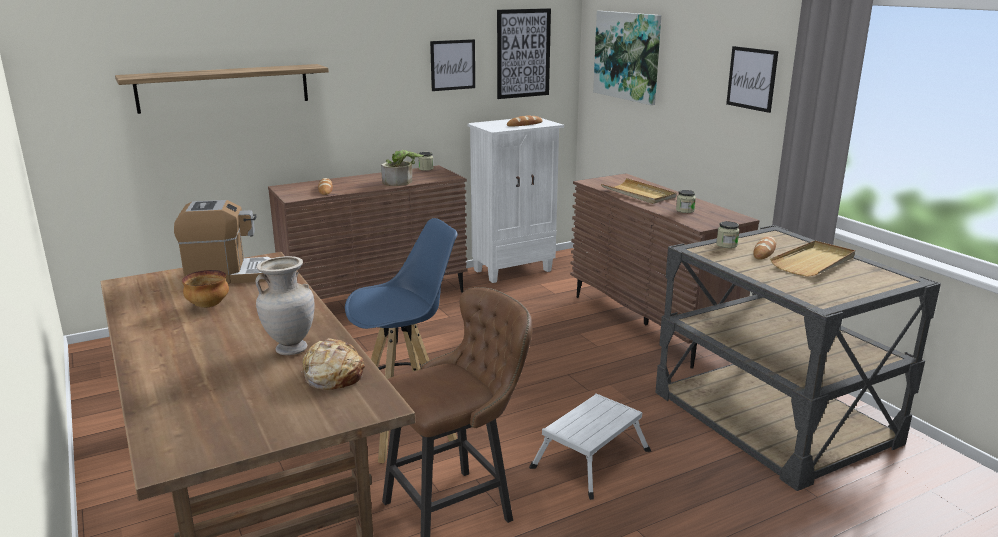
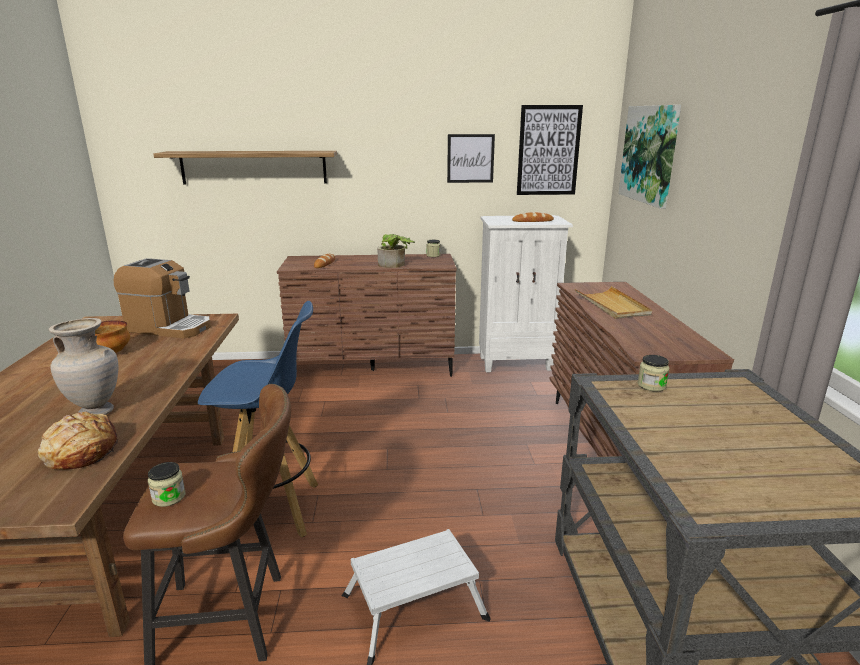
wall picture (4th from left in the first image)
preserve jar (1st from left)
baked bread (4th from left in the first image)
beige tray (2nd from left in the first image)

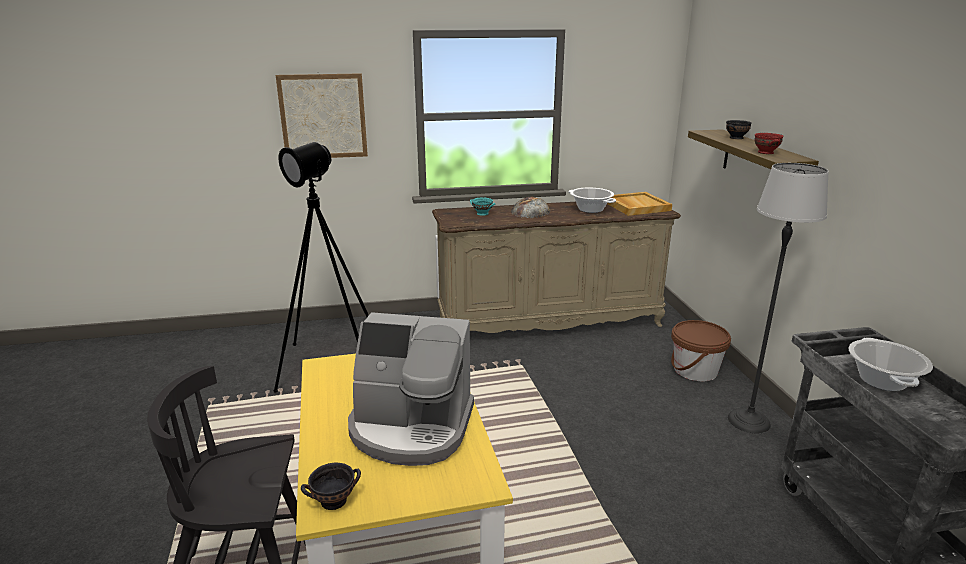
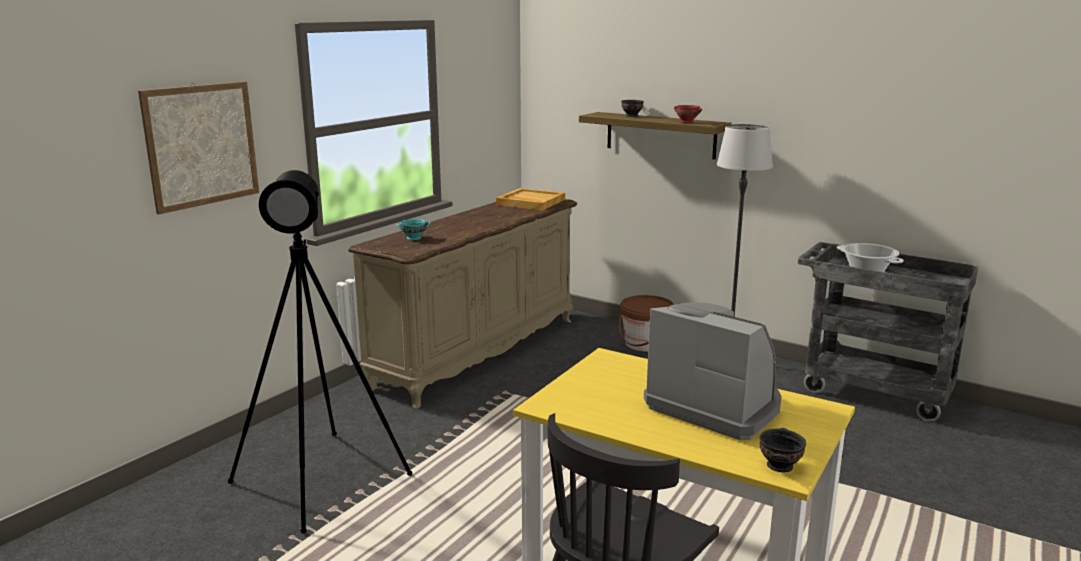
cooking pot (1st from left in the first image)
baked bread
coffee maker

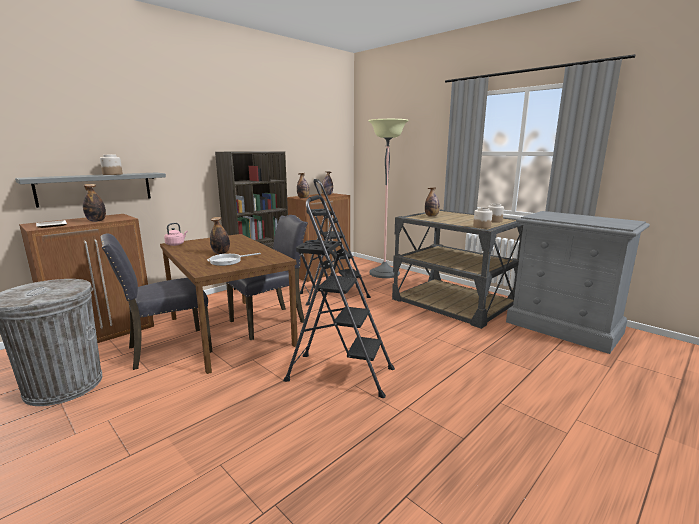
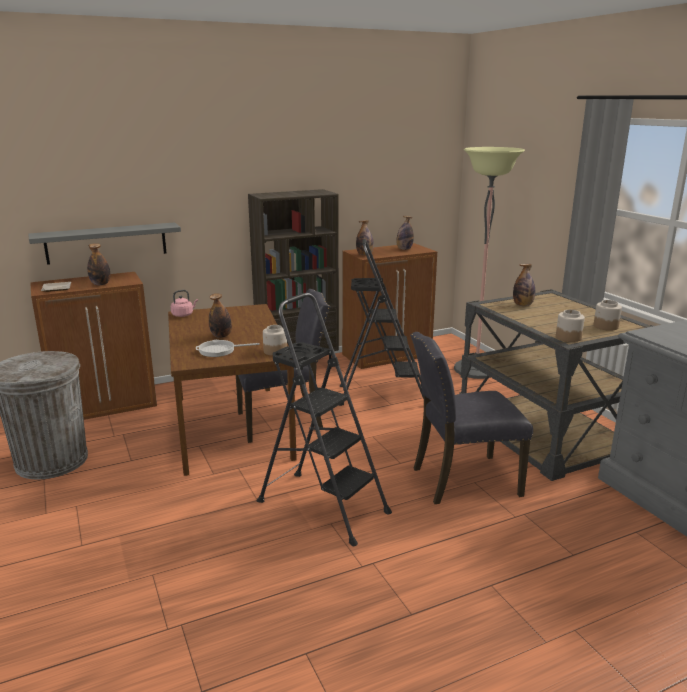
preserve jar (1st from left)
greyish chair (2nd from left)

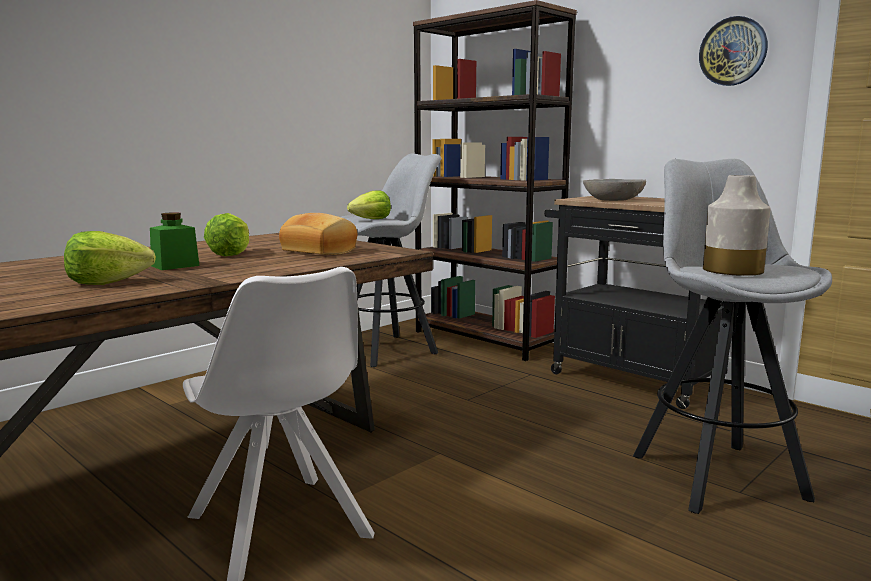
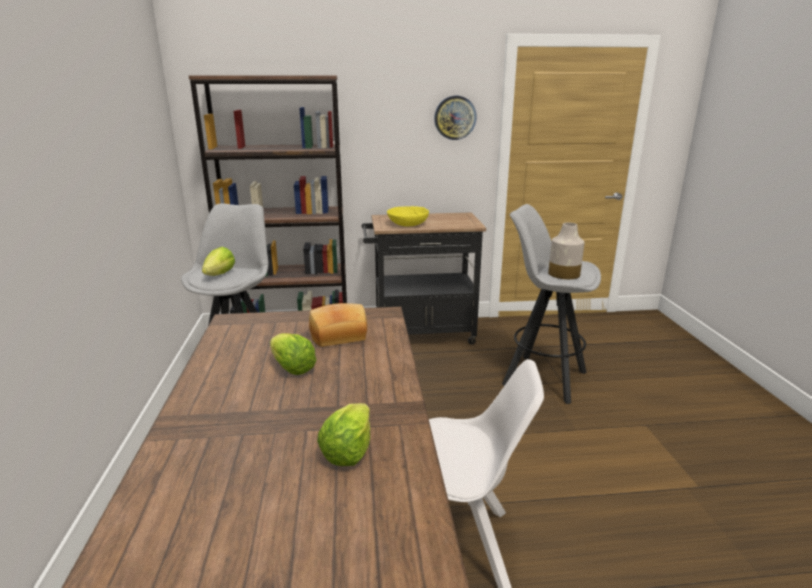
yellow-coloured bowl
green-coloured preserve jar

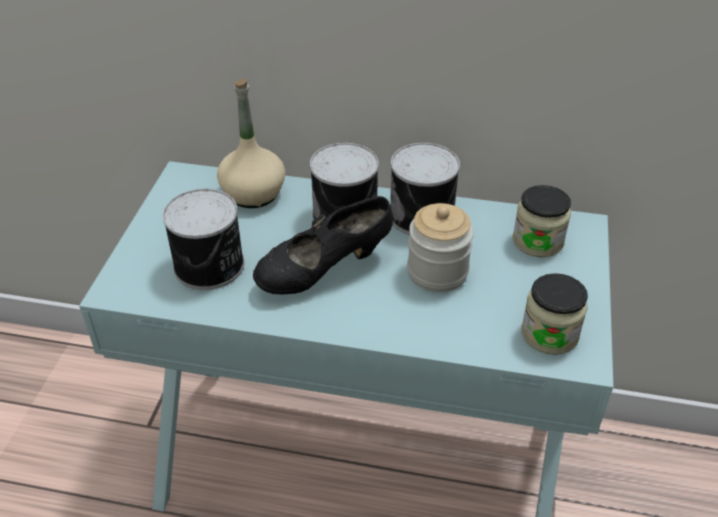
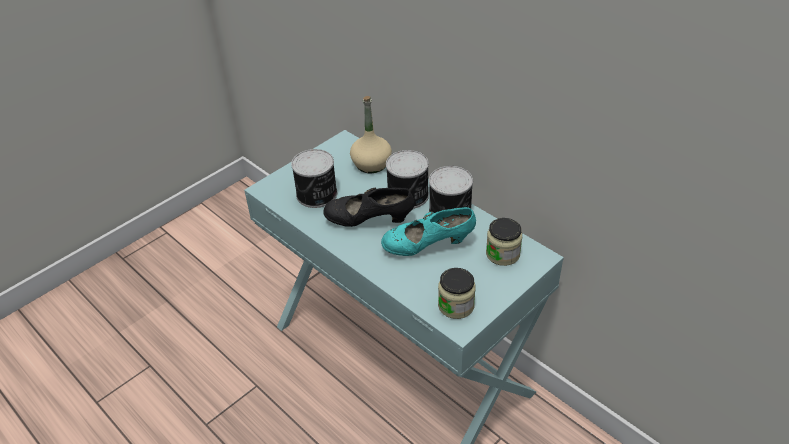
turquoise low shoe

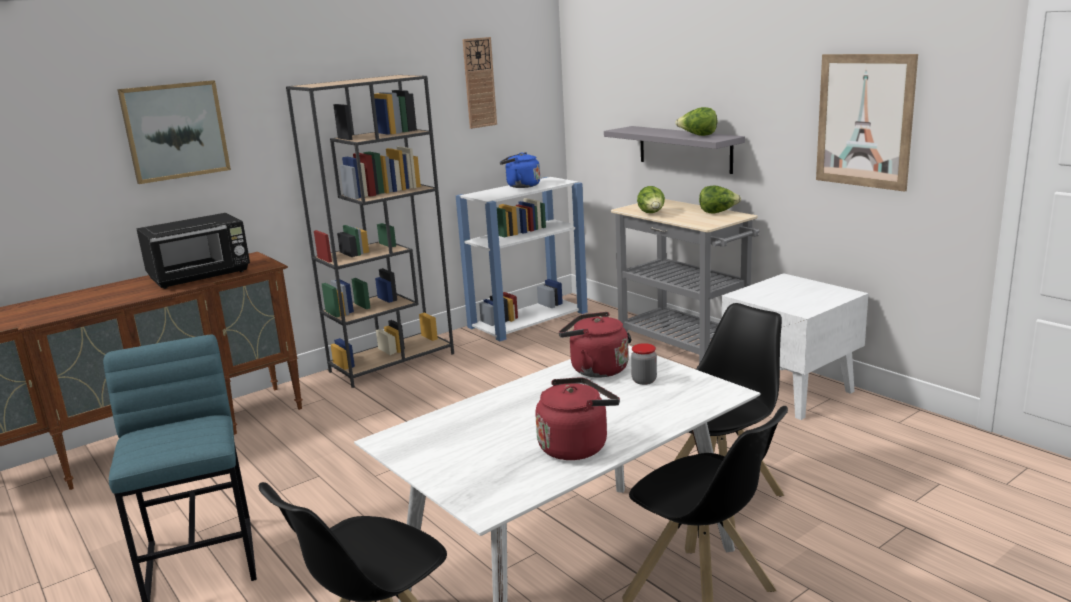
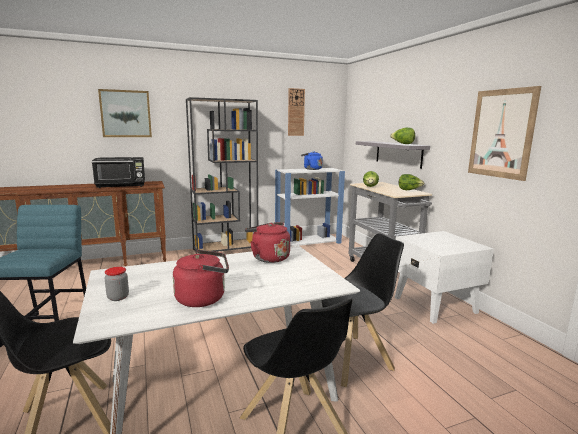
preserve jar

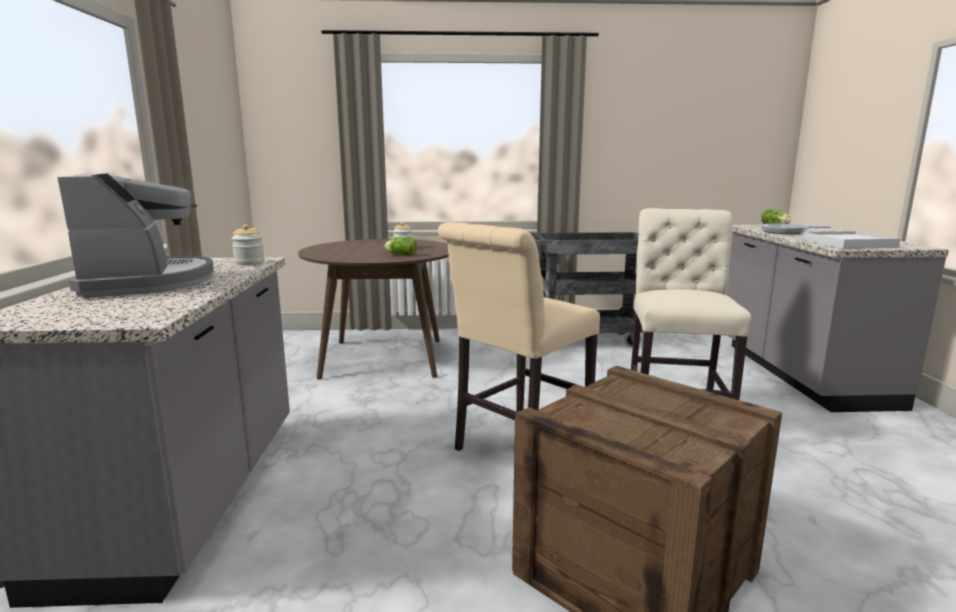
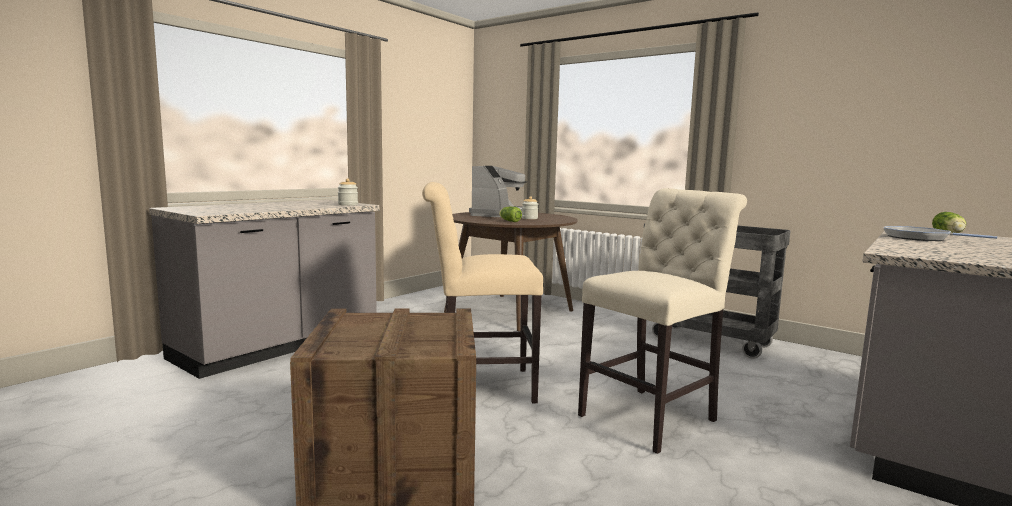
coffee maker
whitish tray

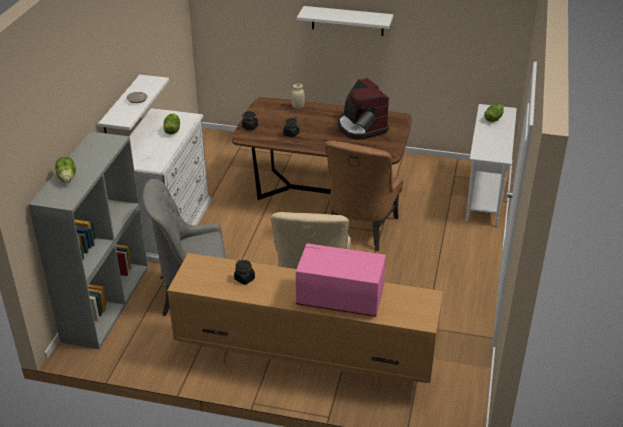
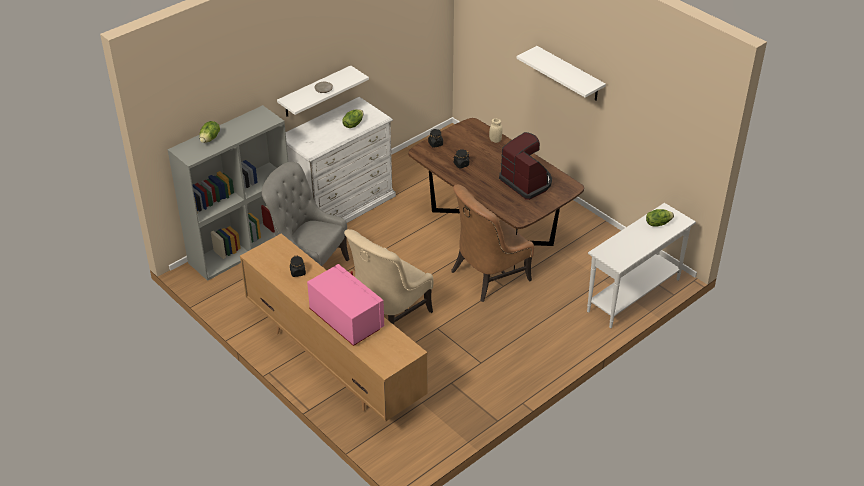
coffee maker

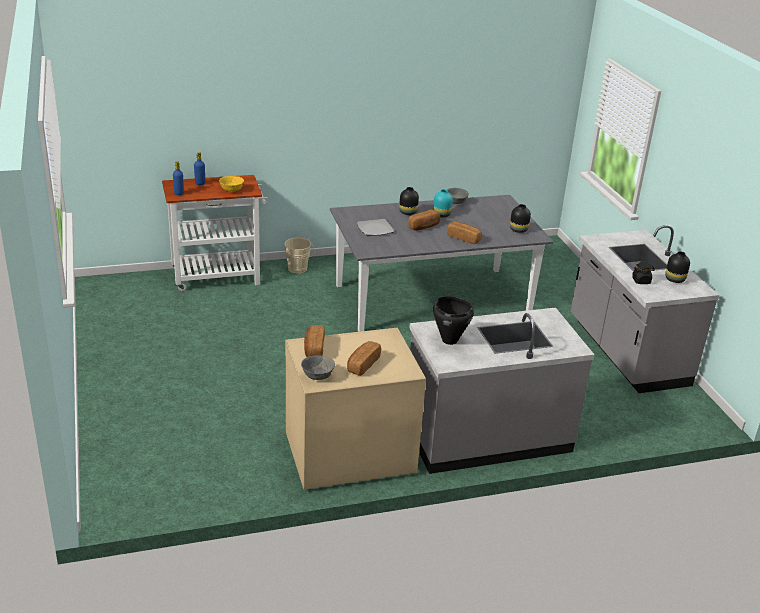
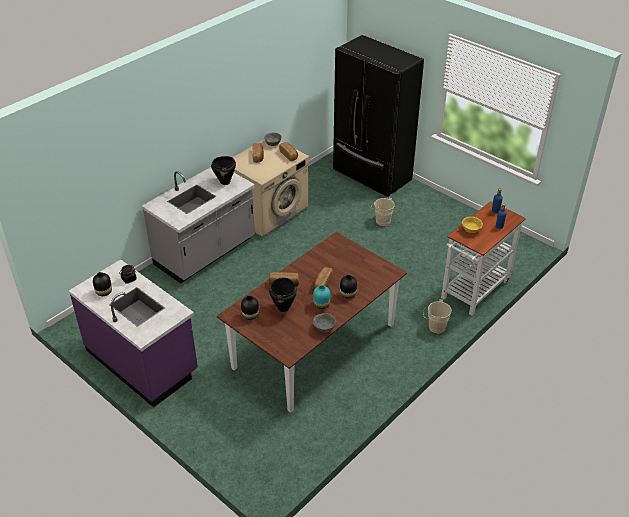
brown-coloured dining table
plate
purplish kitchen base unit
black-coloured fridge
beige pail (1st from left)
black-coloured cooking pot (2nd from left)

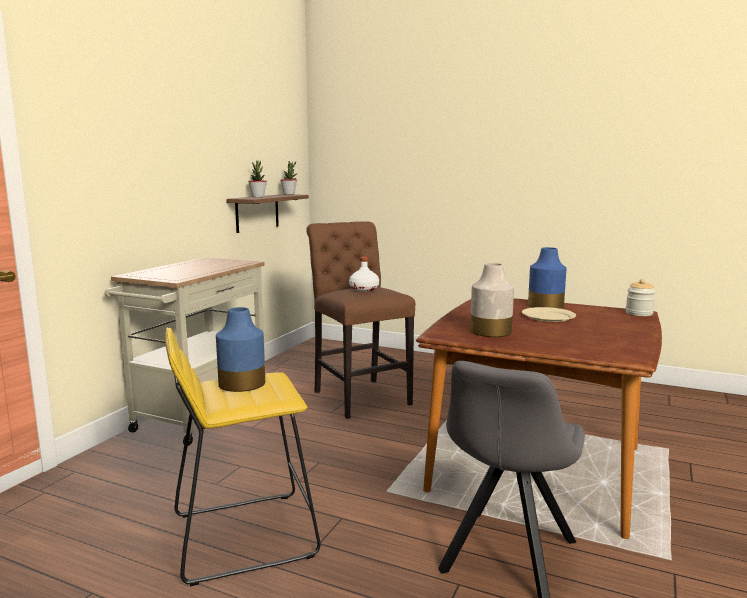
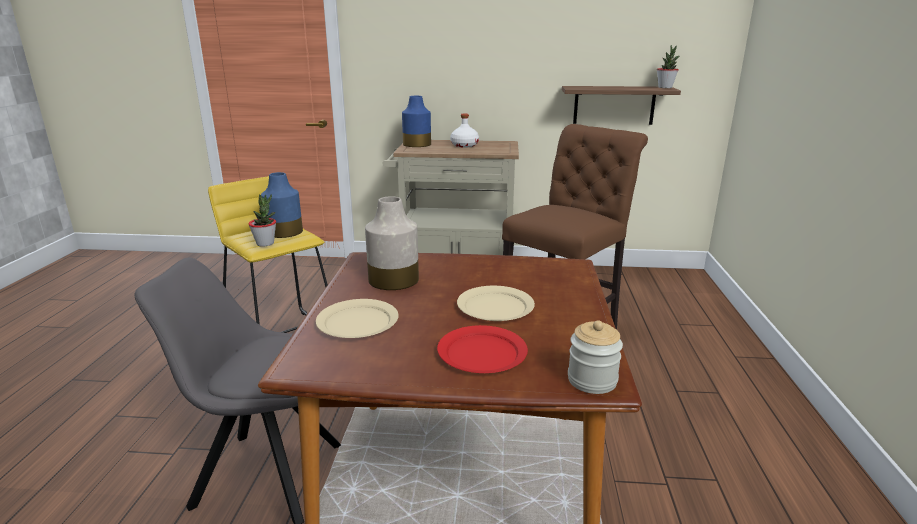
plant in a pot (1st from left)
bluish flower vase (2nd from left)
whitish drink bottle
beige plate (1st from left)
red-coloured plate

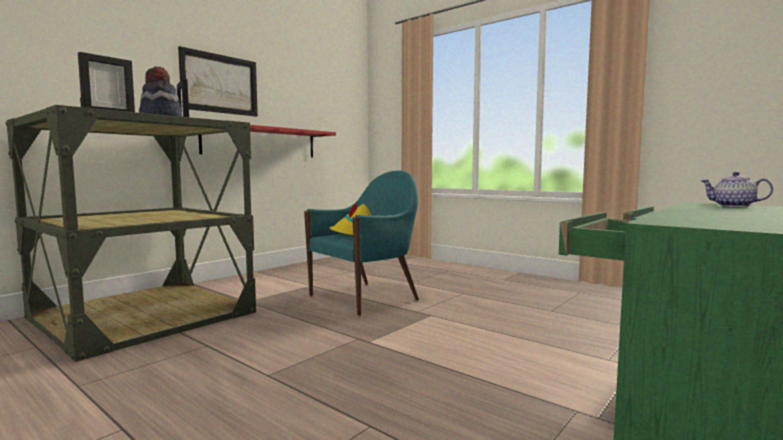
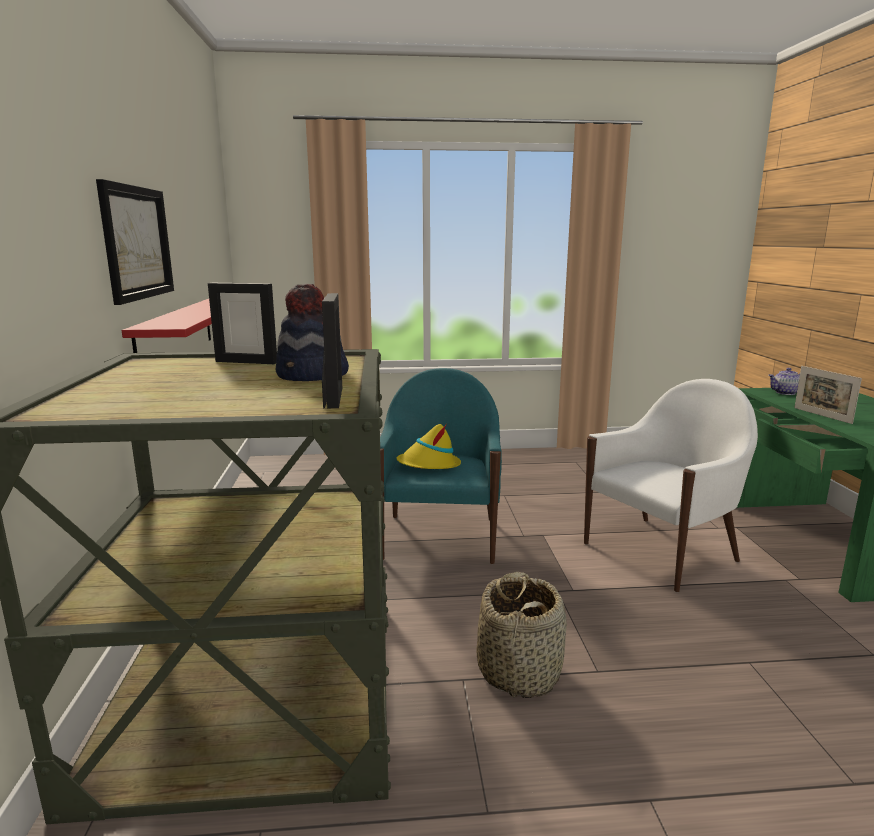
picture frame (3rd from left)
whitish lounge chair
household basket

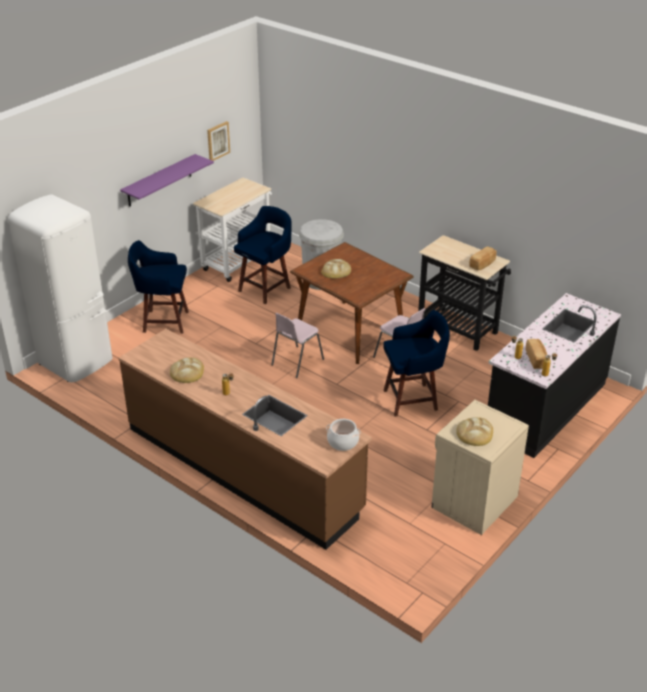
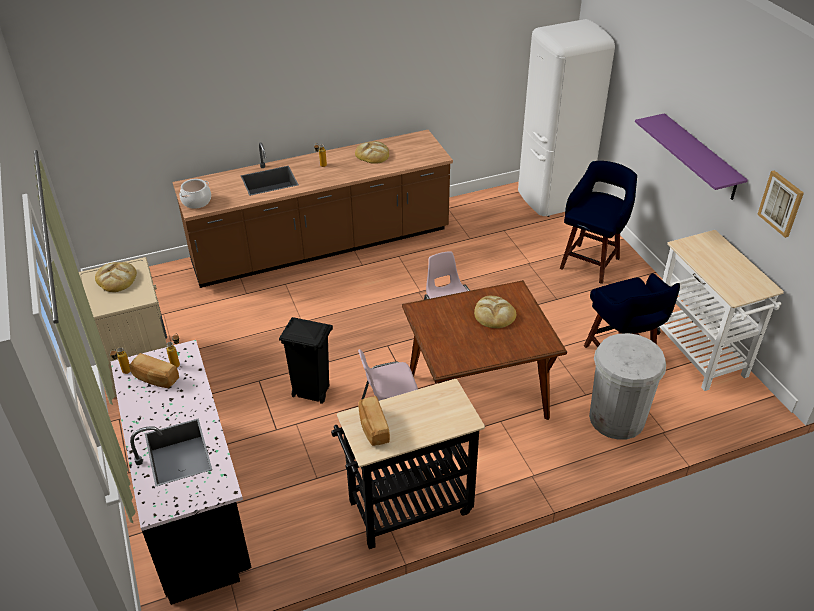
black-coloured trash can

